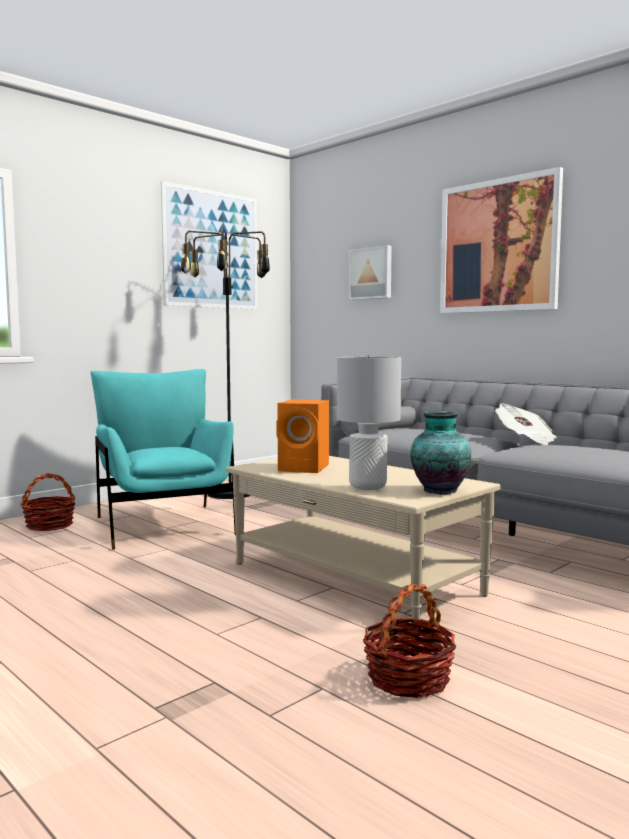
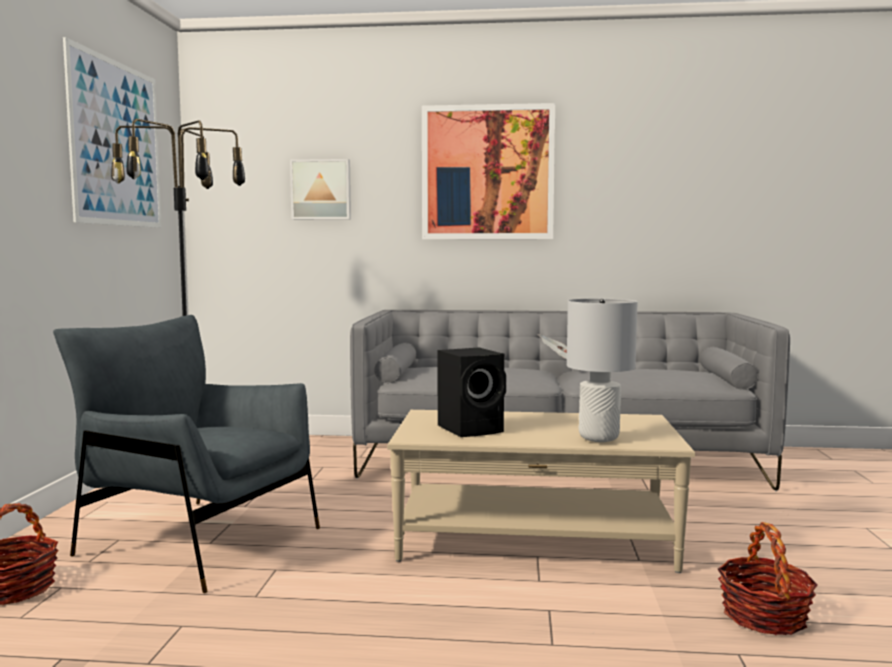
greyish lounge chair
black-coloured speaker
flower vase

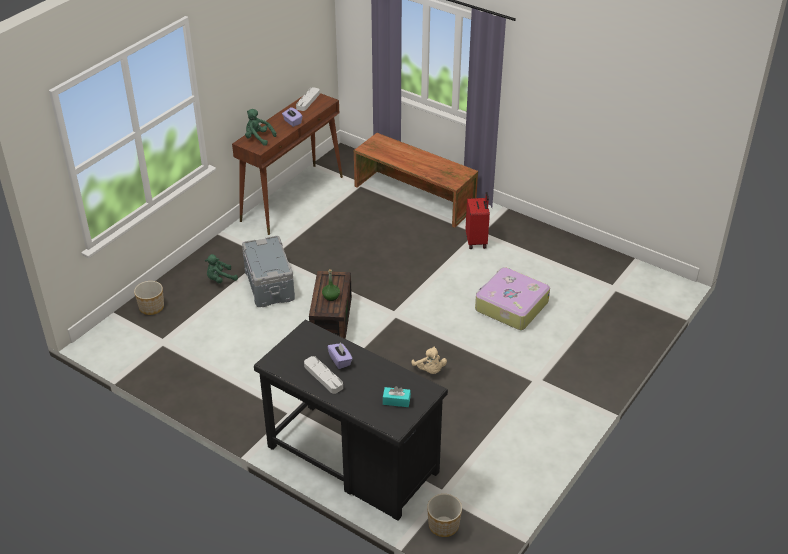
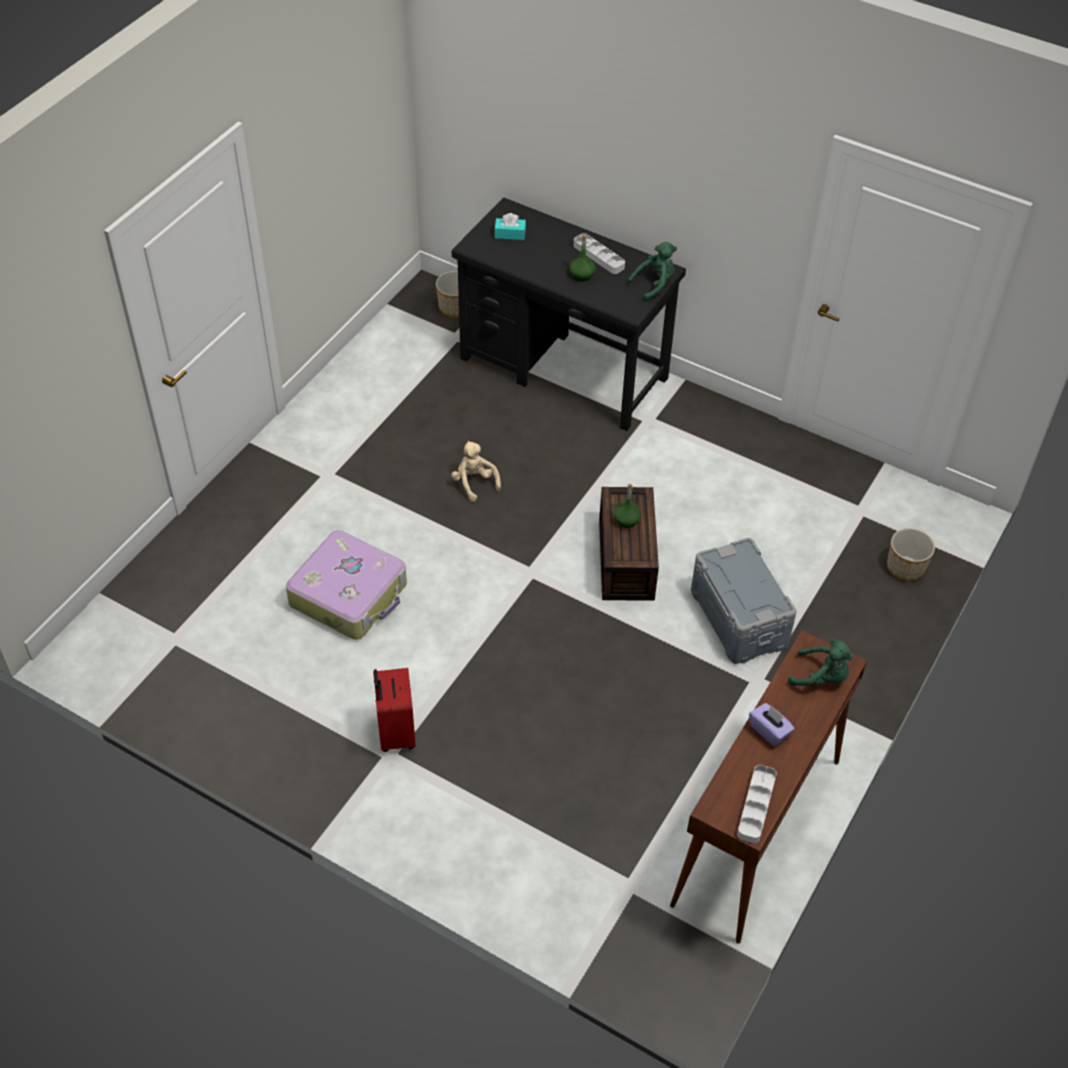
brown-coloured indoor bench
green-coloured soft toy (1st from left)
green-coloured drink bottle (1st from left)

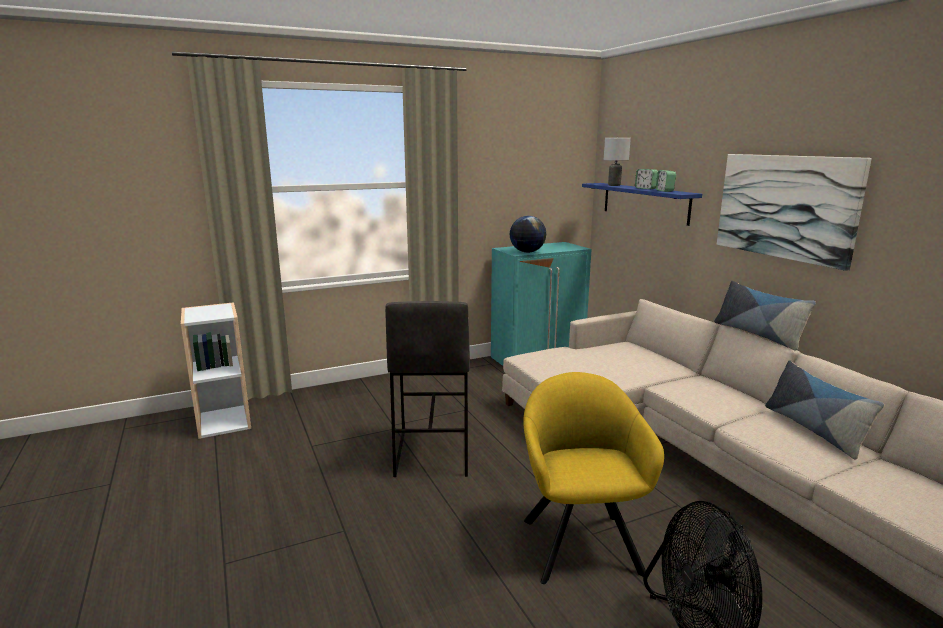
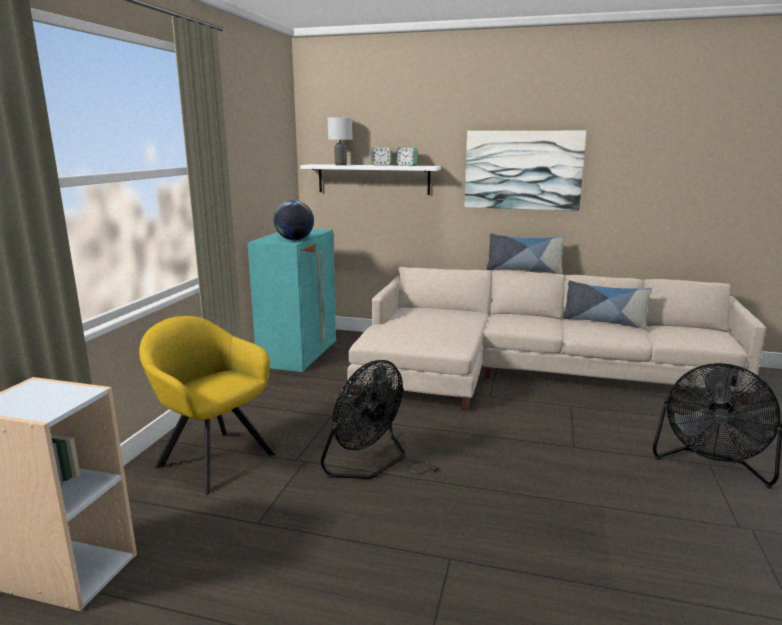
whitish bracket shelf
black-coloured fan (1st from left)
yellow-coloured lounge chair

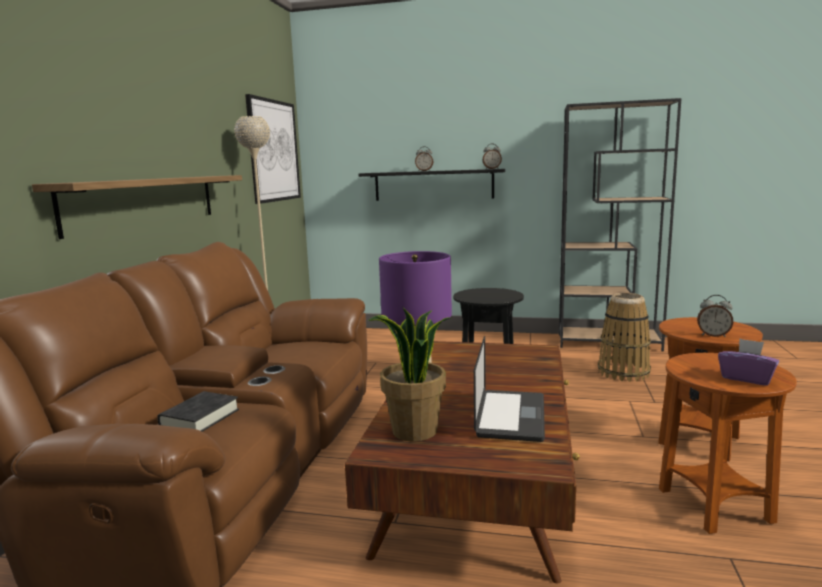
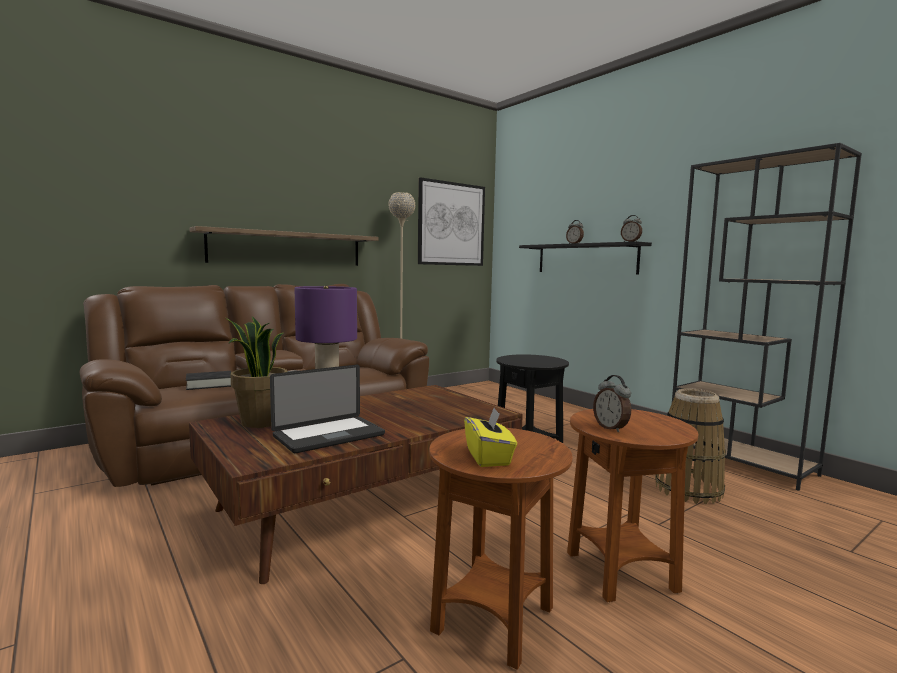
yellow-coloured tissue holder

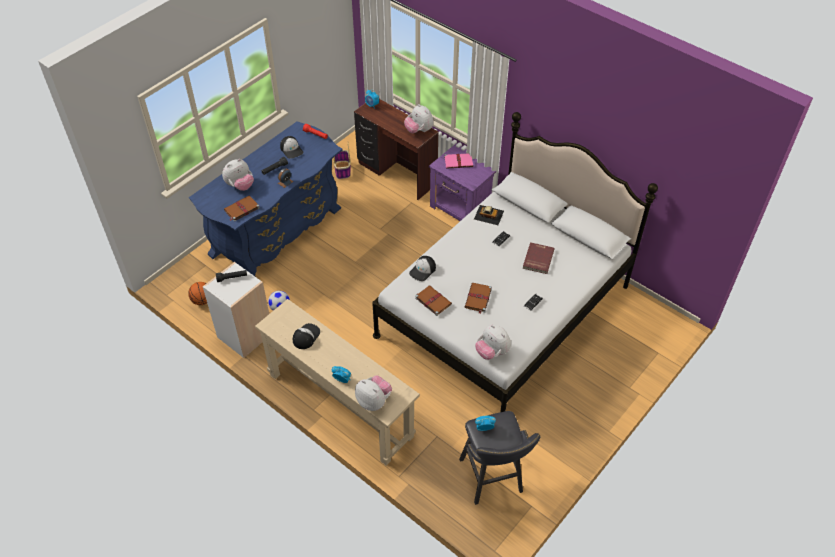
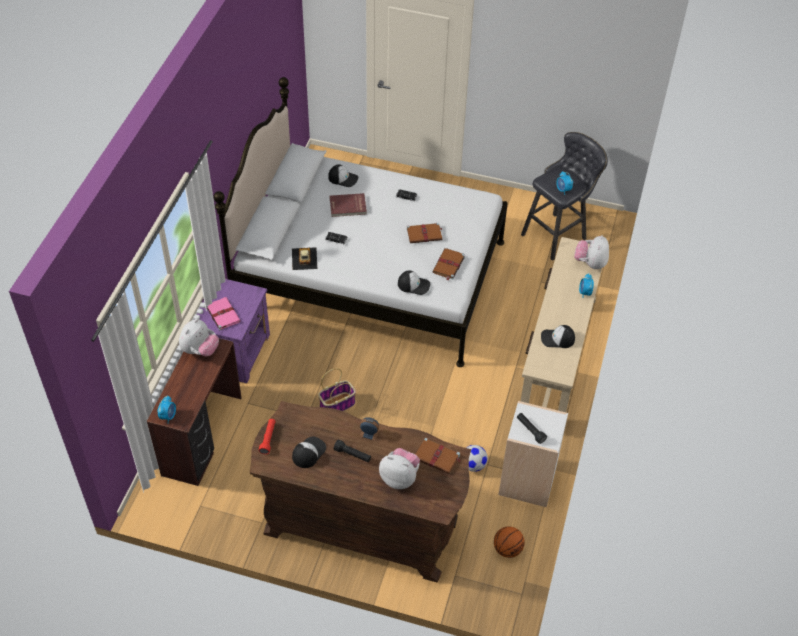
brown-coloured chest of drawers
household basket
soft toy (4th from left in the first image)
cap (2nd from left)

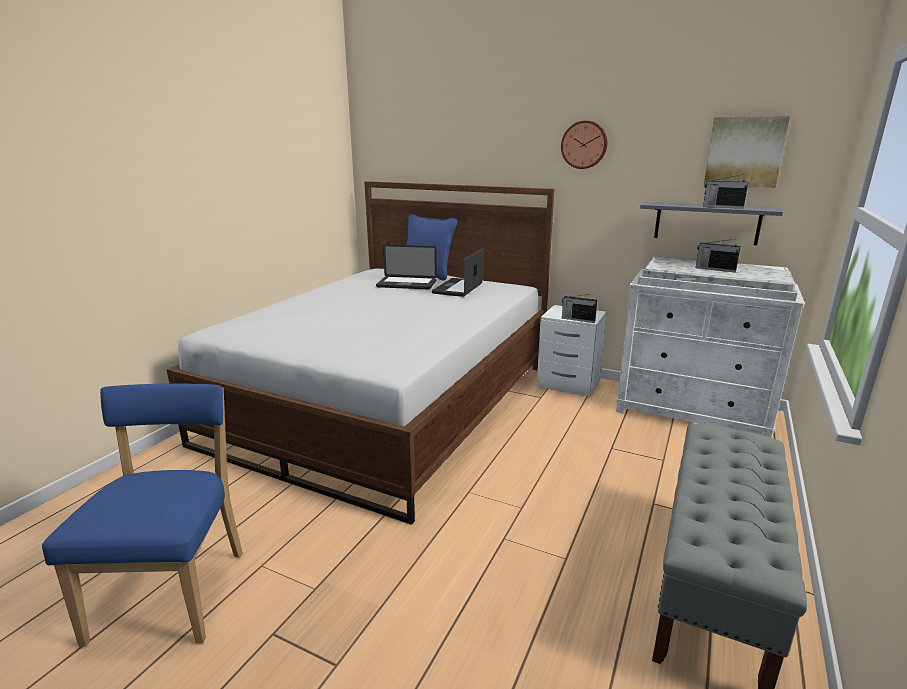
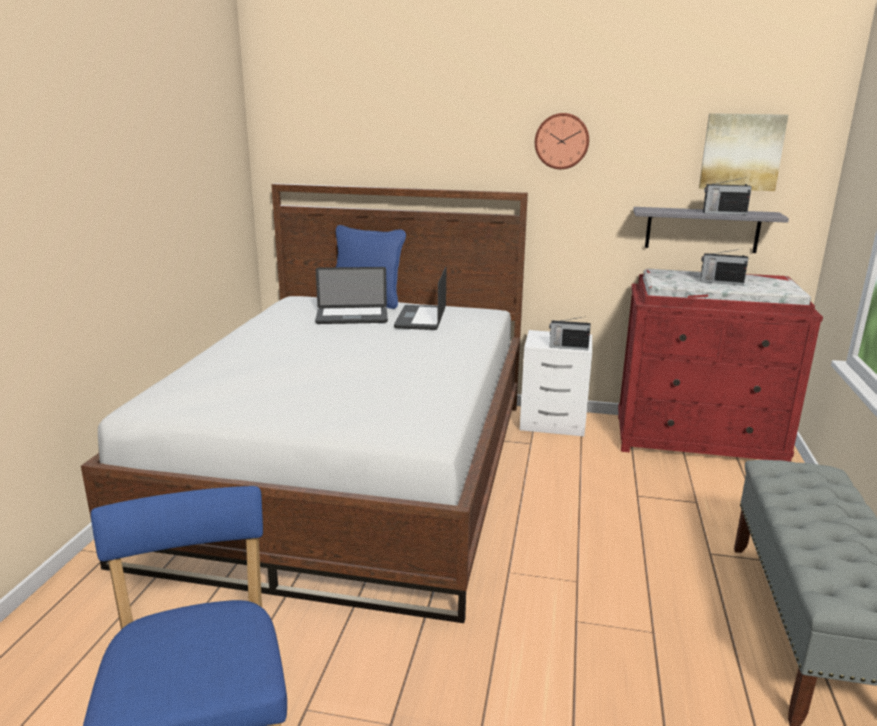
red-coloured chest of drawers

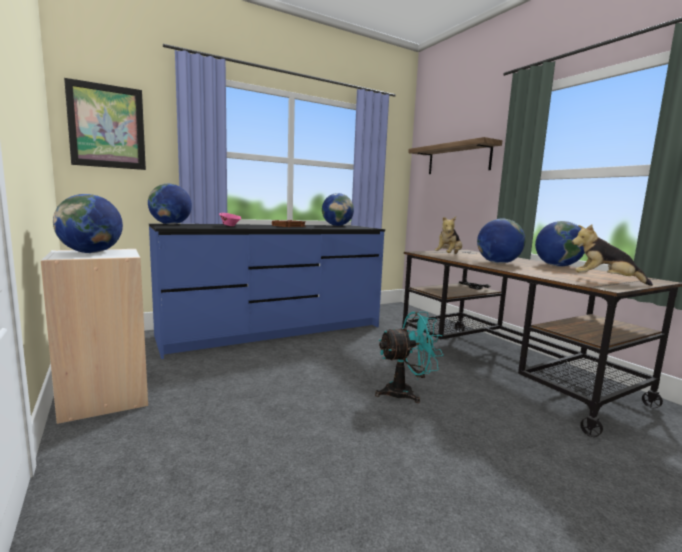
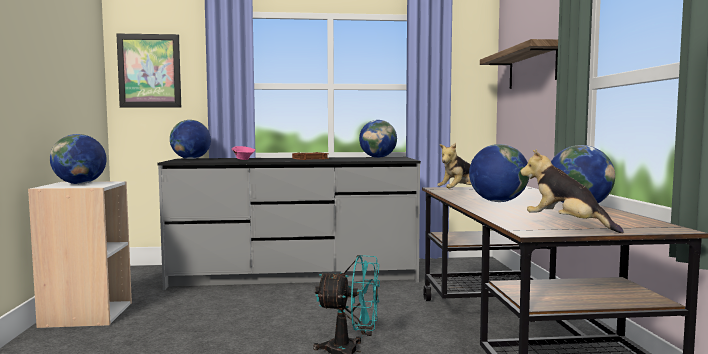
greyish chest of drawers

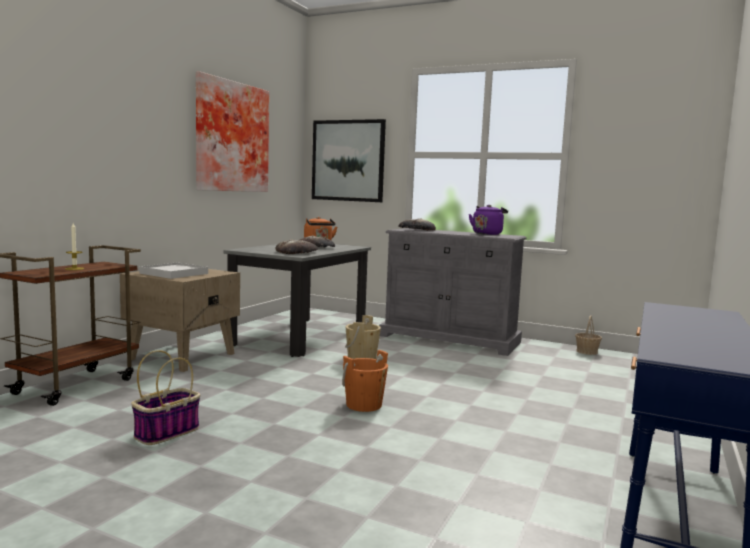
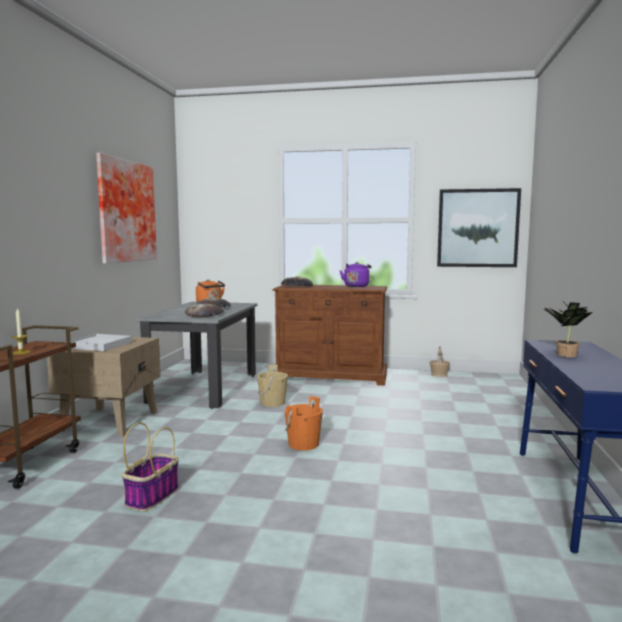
wall picture (2nd from left)
brown-coloured chest of drawers
plant in a pot

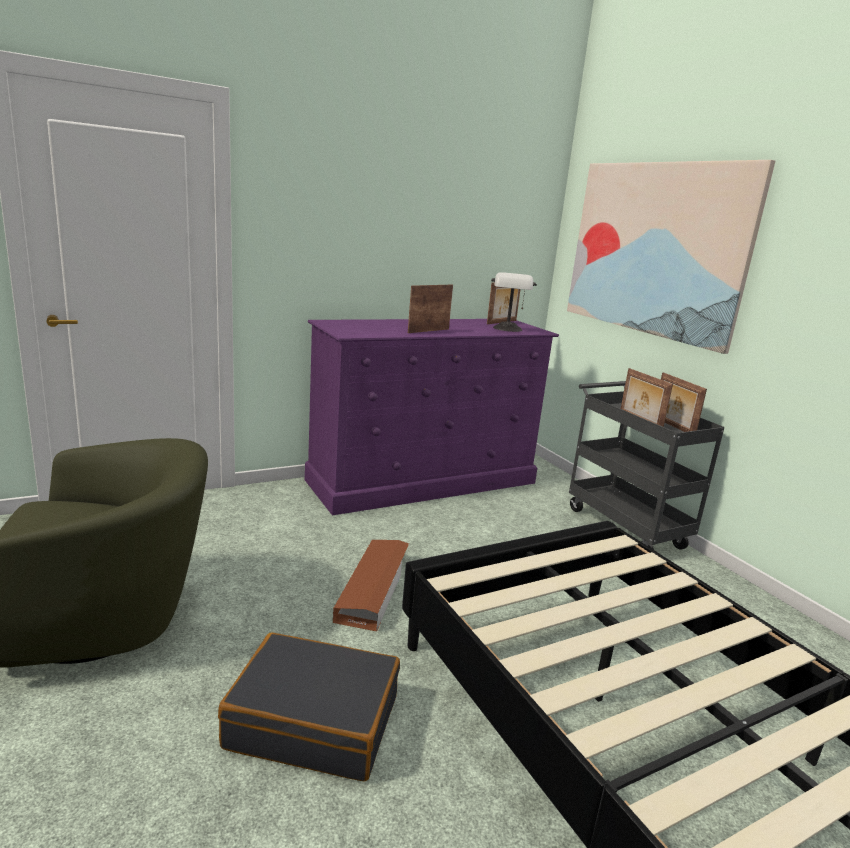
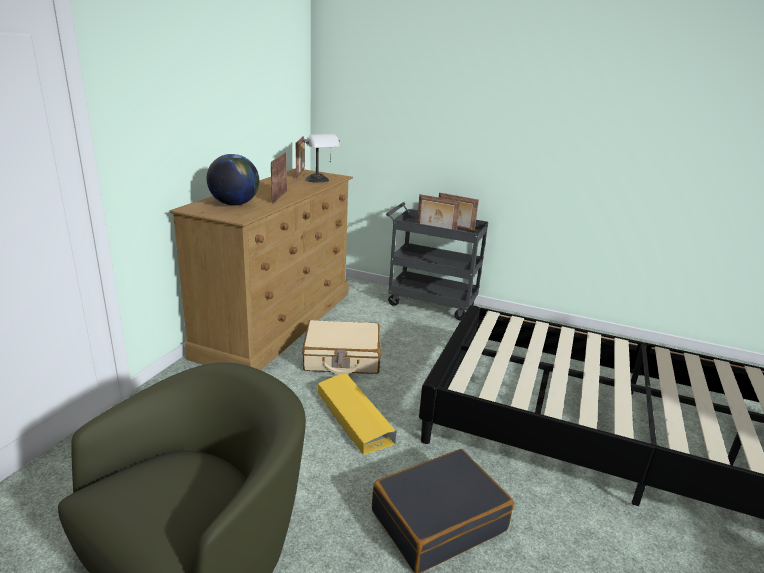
wall picture
brown-coloured chest of drawers
yellow-coloured storage container
world globe
beige suitcase

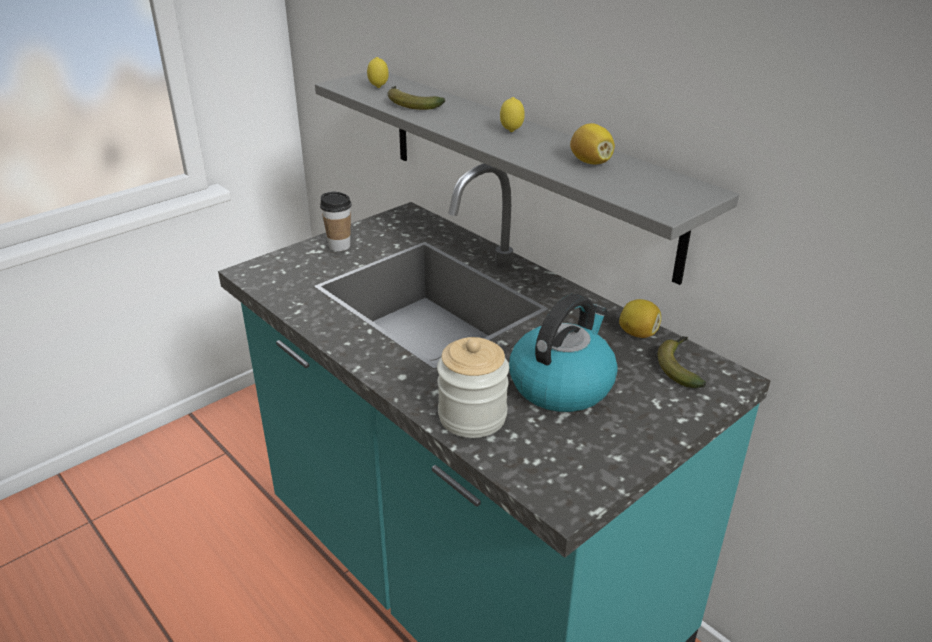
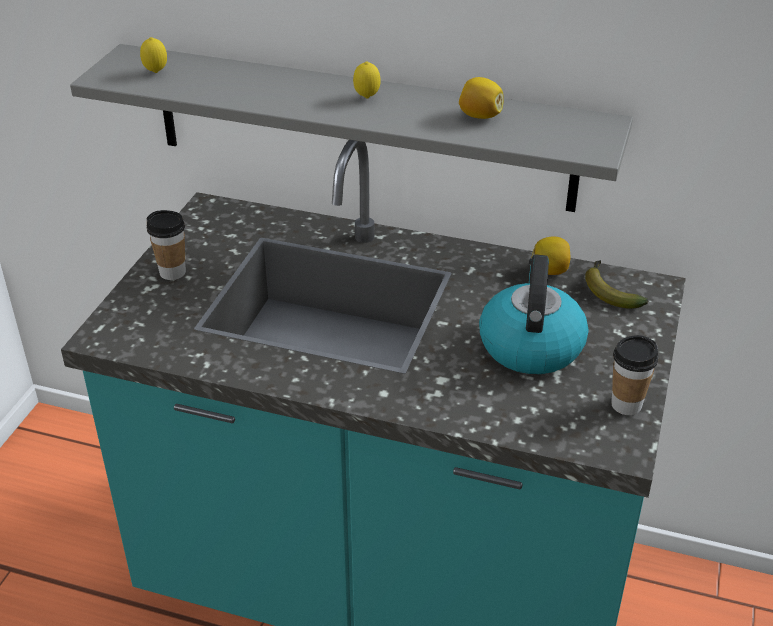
whole banana (1st from left in the first image)
preserve jar
drinking cup (2nd from left)

